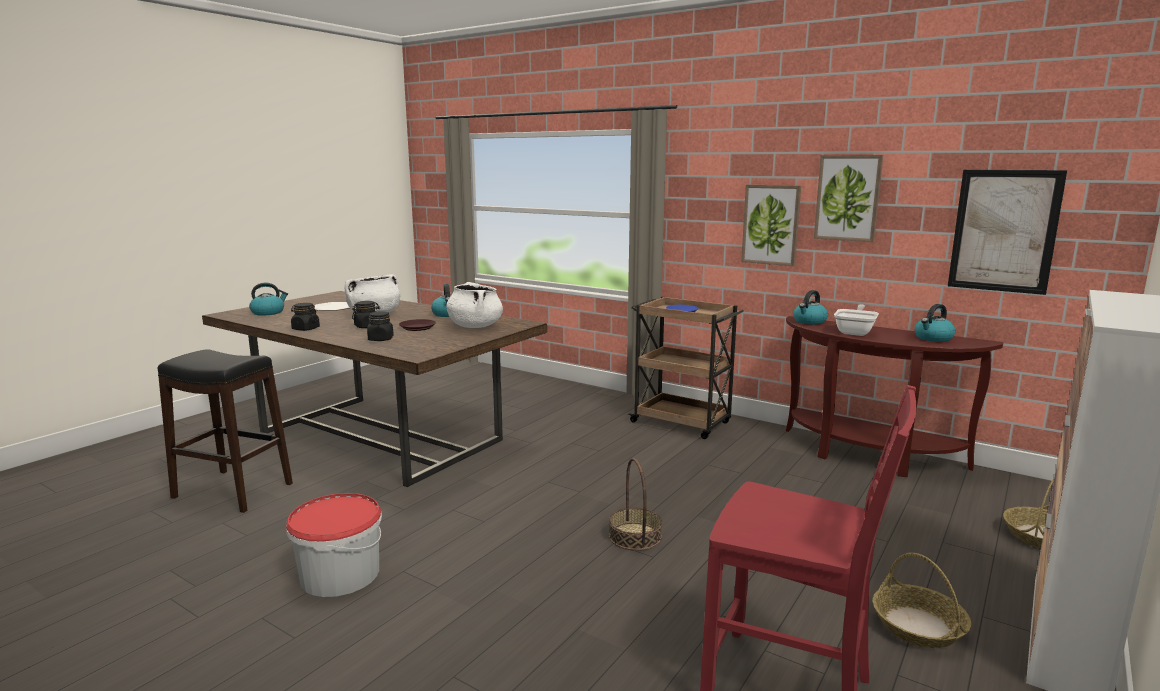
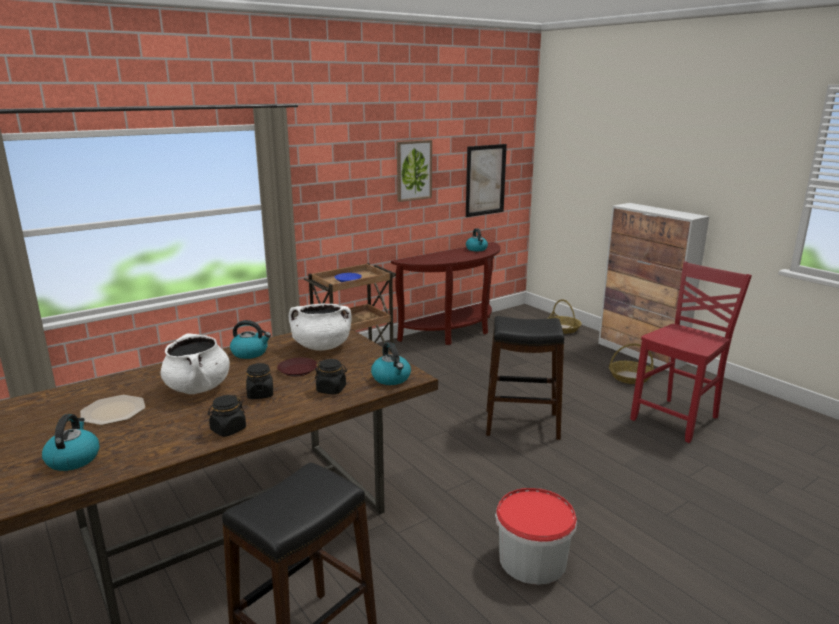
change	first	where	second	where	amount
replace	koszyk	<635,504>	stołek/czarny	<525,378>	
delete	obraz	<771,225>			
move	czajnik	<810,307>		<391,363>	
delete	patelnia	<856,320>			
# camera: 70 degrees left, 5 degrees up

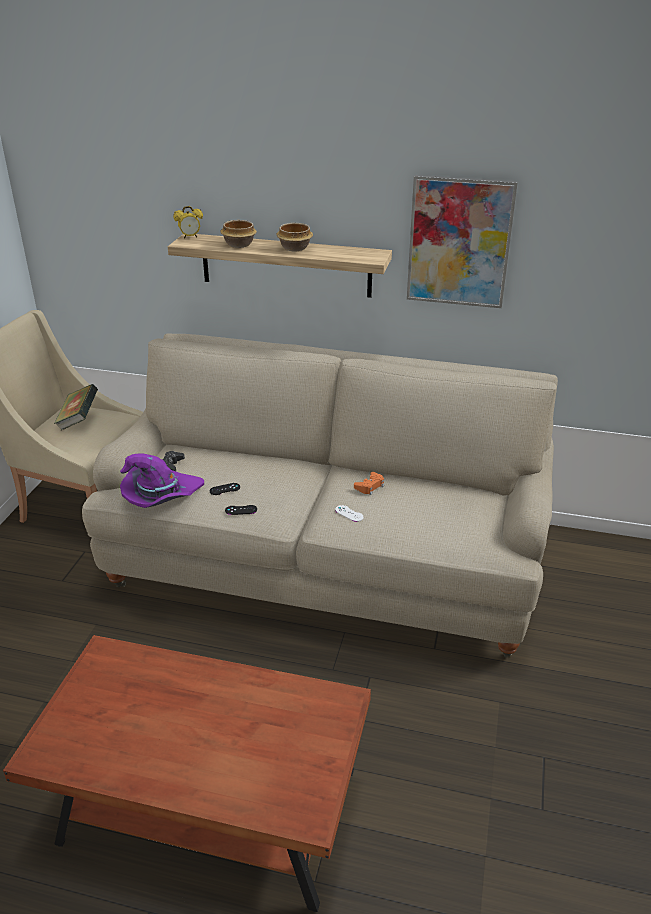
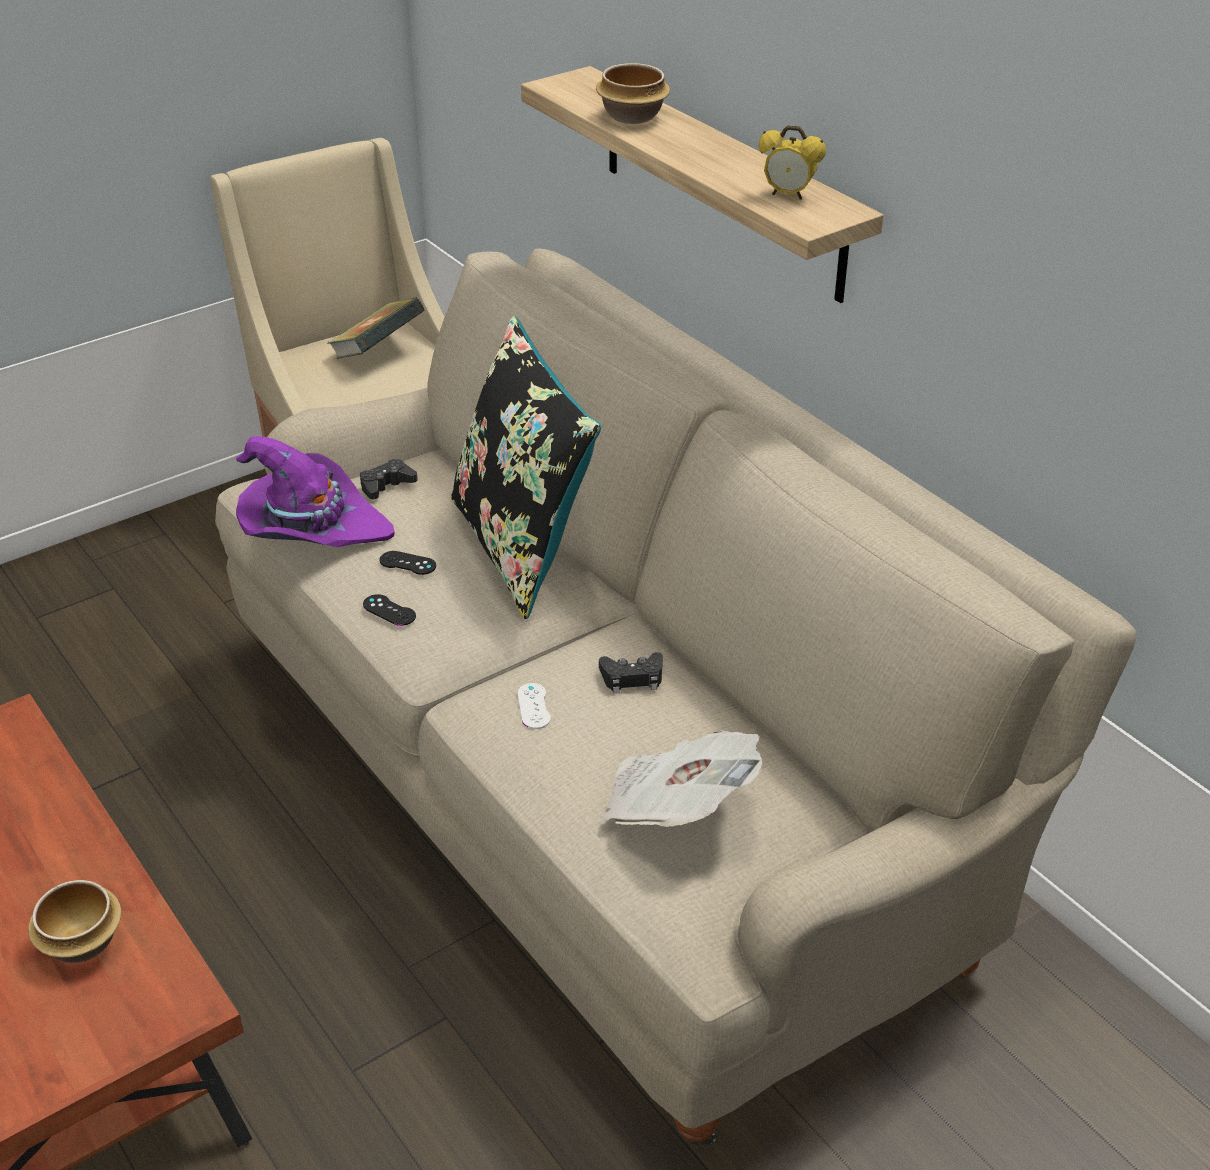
change	first	where	second	where	amount
move	budzik	<188,222>		<792,162>	
move	miska	<294,237>		<74,921>	
recolor	pad do gier/pomarańczowy	<369,483>	pad do gier/czarny	<631,672>	
delete	obraz	<462,241>			
insert			poduszka/czarny	<526,467>	
insert			gazeta	<682,778>	
# camera: 40 degrees right, 5 degrees up

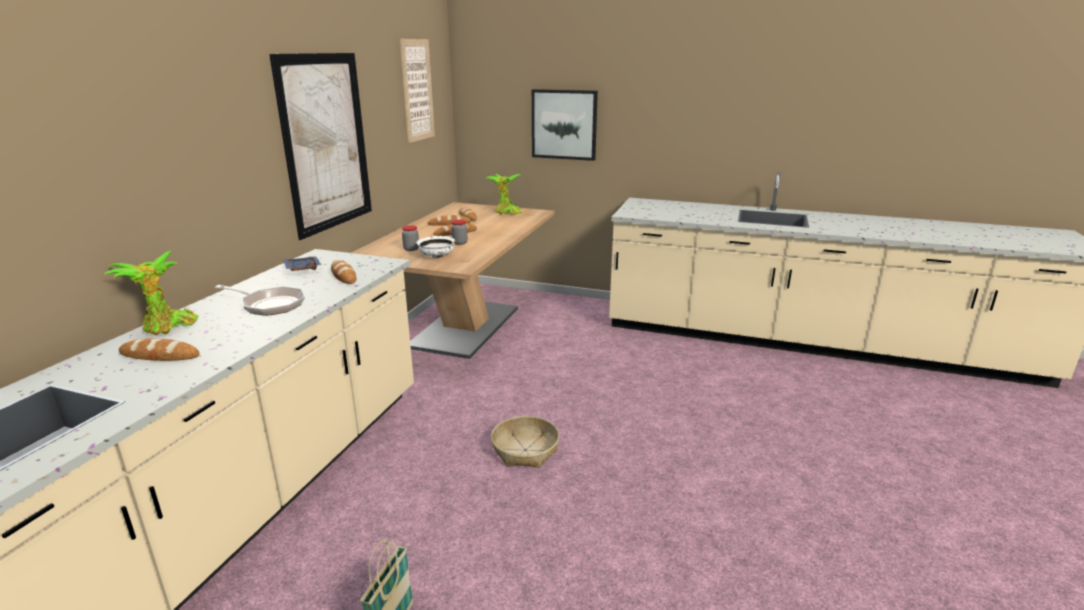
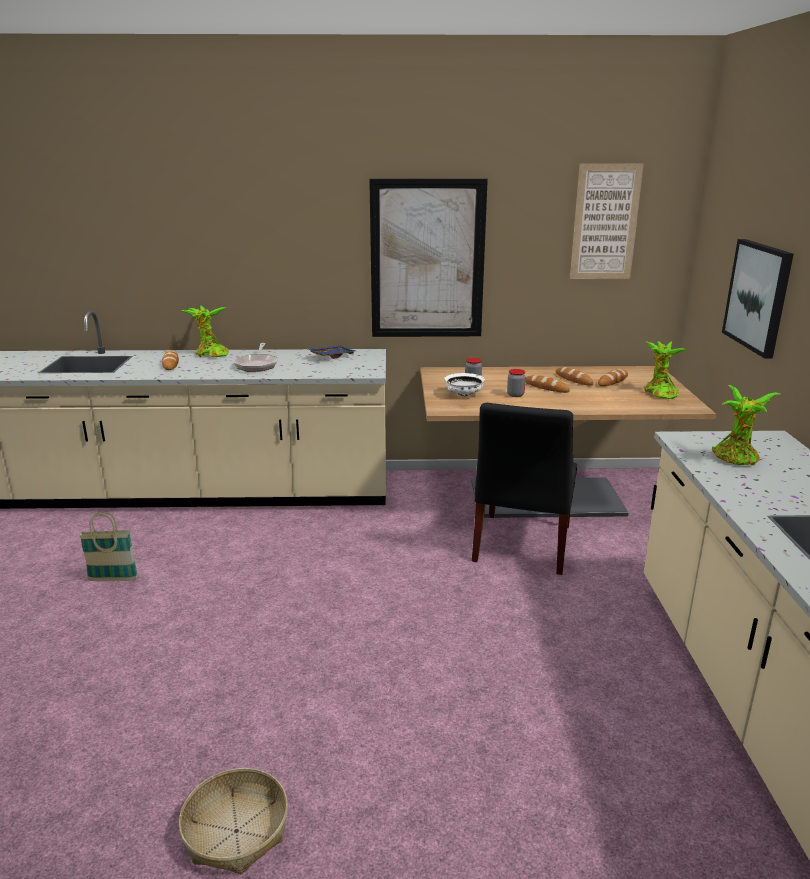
change	first	where	second	where	amount
delete	chleb	<343,272>			
move	koszyk	<525,442>		<233,821>	
insert			krzesło/czarny	<524,489>	
insert			roślina doniczkowa	<746,425>	
# camera: 70 degrees right, 0 degrees up

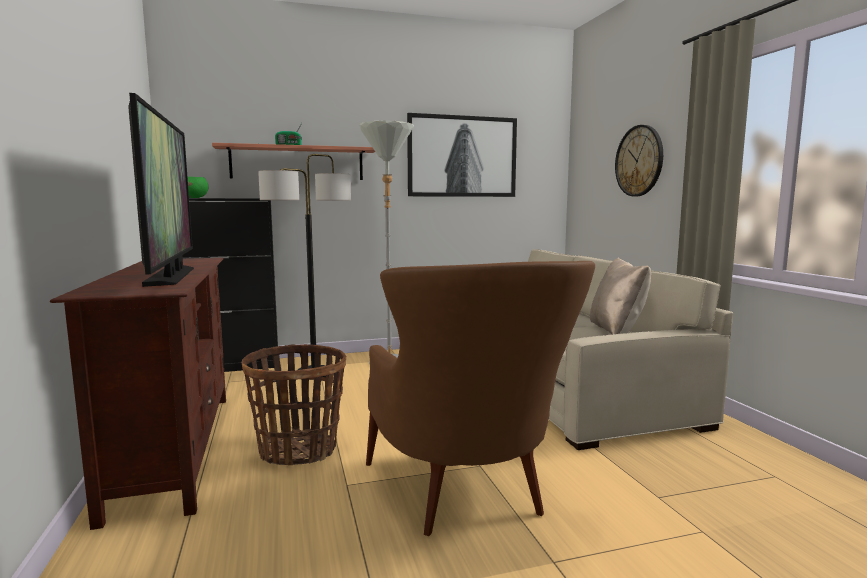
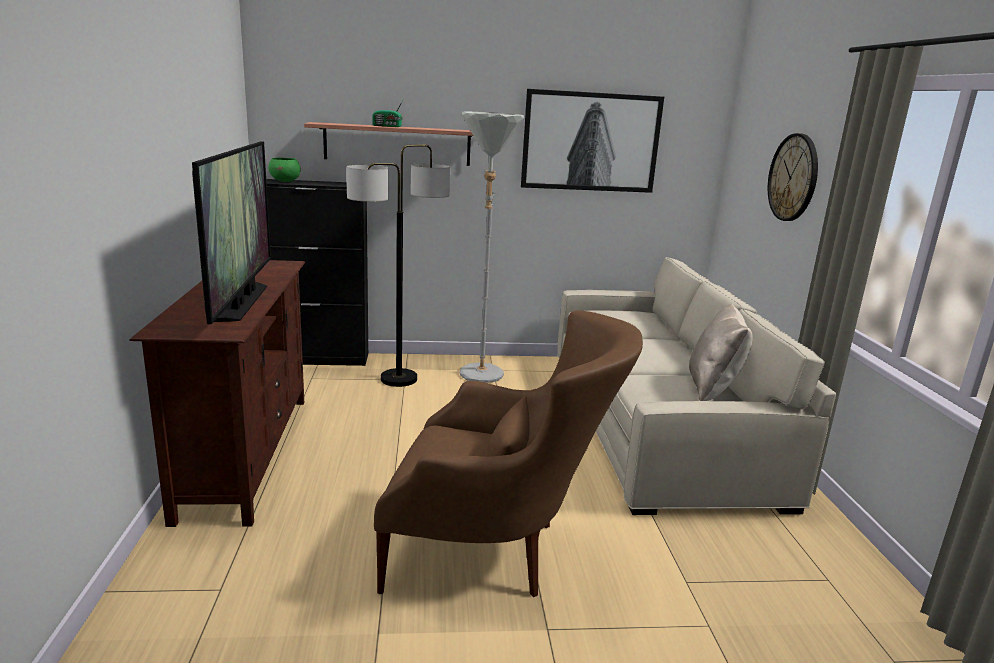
change	first	where	second	where	amount
delete	koszyk	<294,404>			
rotate	fotel/brązowy	<480,398>		<508,453>	75 degrees counterclockwise
# camera: 10 degrees right, 10 degrees up

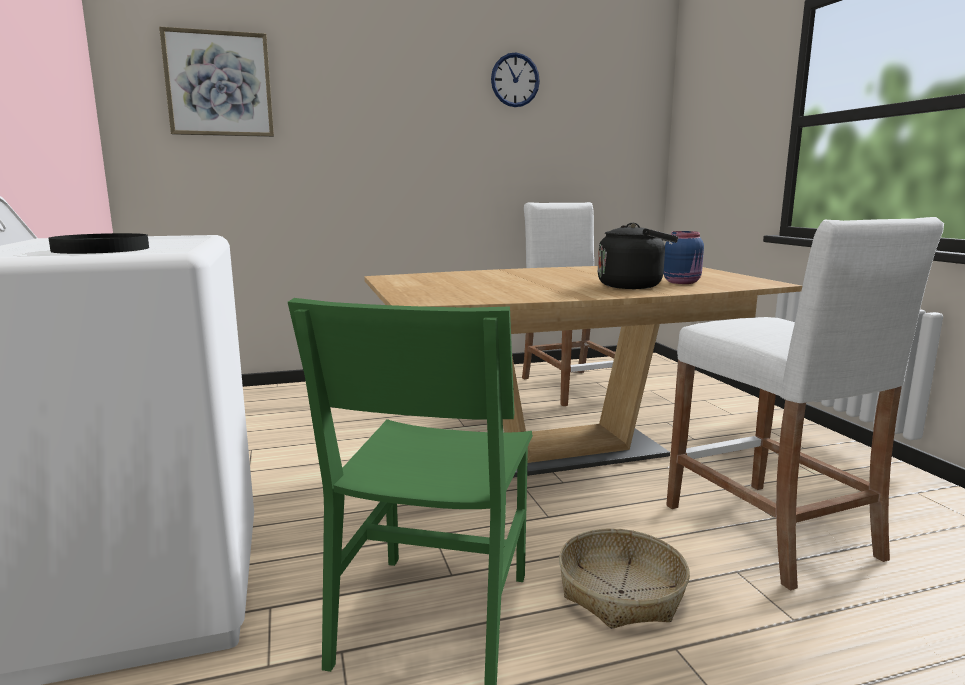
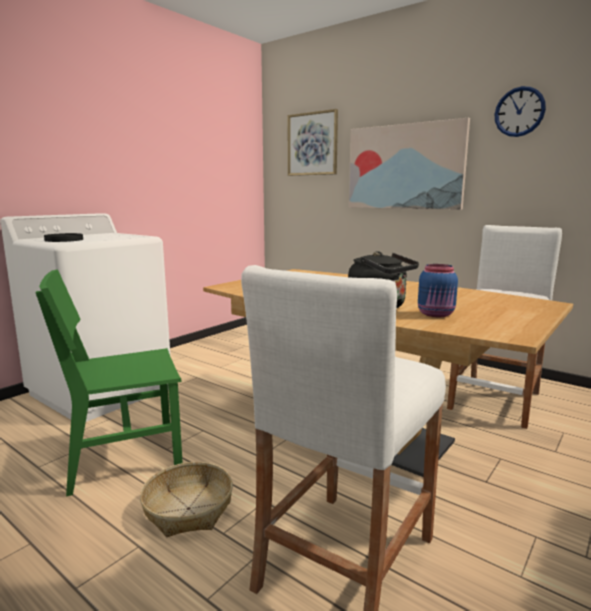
change	first	where	second	where	amount
insert			obraz	<409,164>	
# camera: 55 degrees right, 0 degrees up

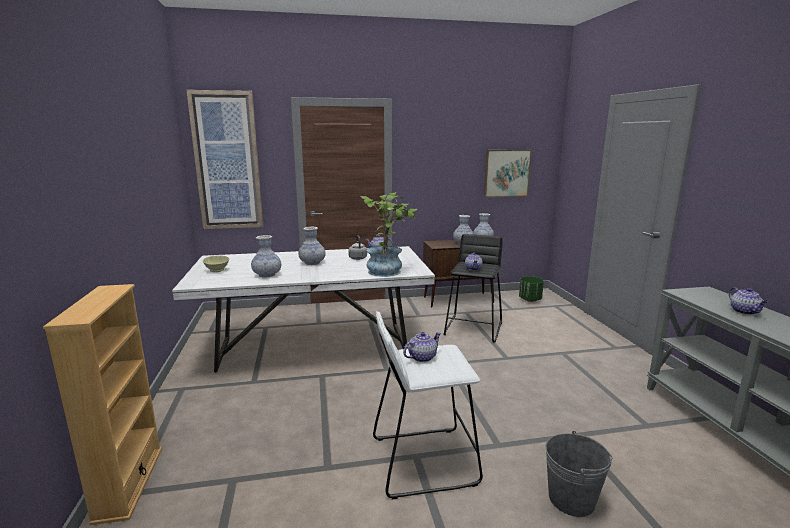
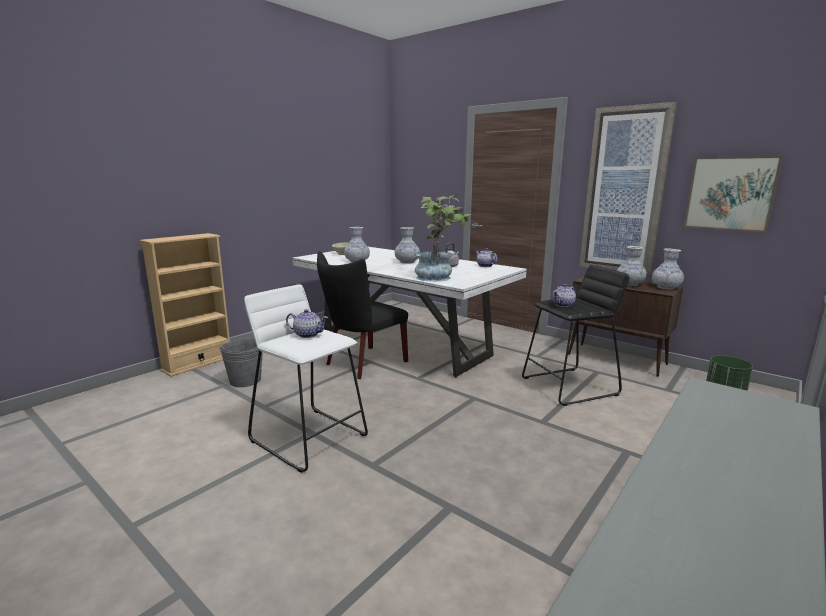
change	first	where	second	where	amount
move	obraz	<224,159>		<628,189>	
move	wiadro/szary	<579,474>		<241,363>	
delete	imbryk	<748,301>			
insert			krzesło/czarny	<362,315>	
# camera: 50 degrees right, 0 degrees up

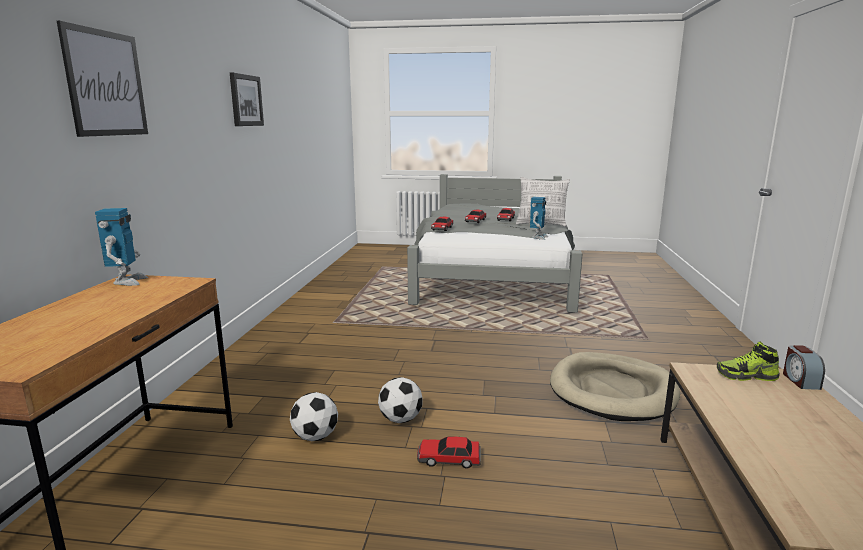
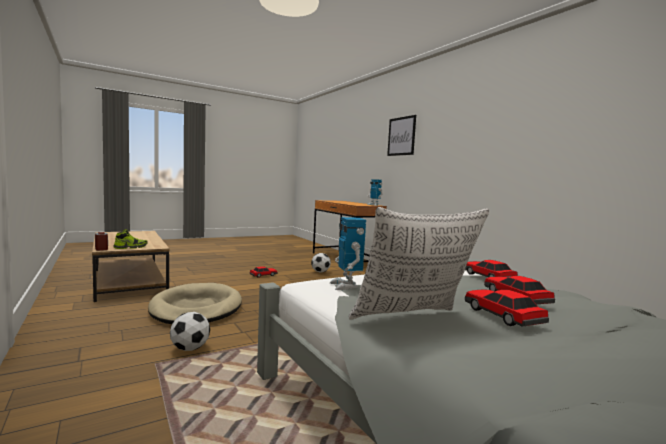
change	first	where	second	where	amount
delete	obraz	<247,99>			
move	piłka futbolowa	<400,400>		<190,331>	
# camera: 140 degrees right, 10 degrees down

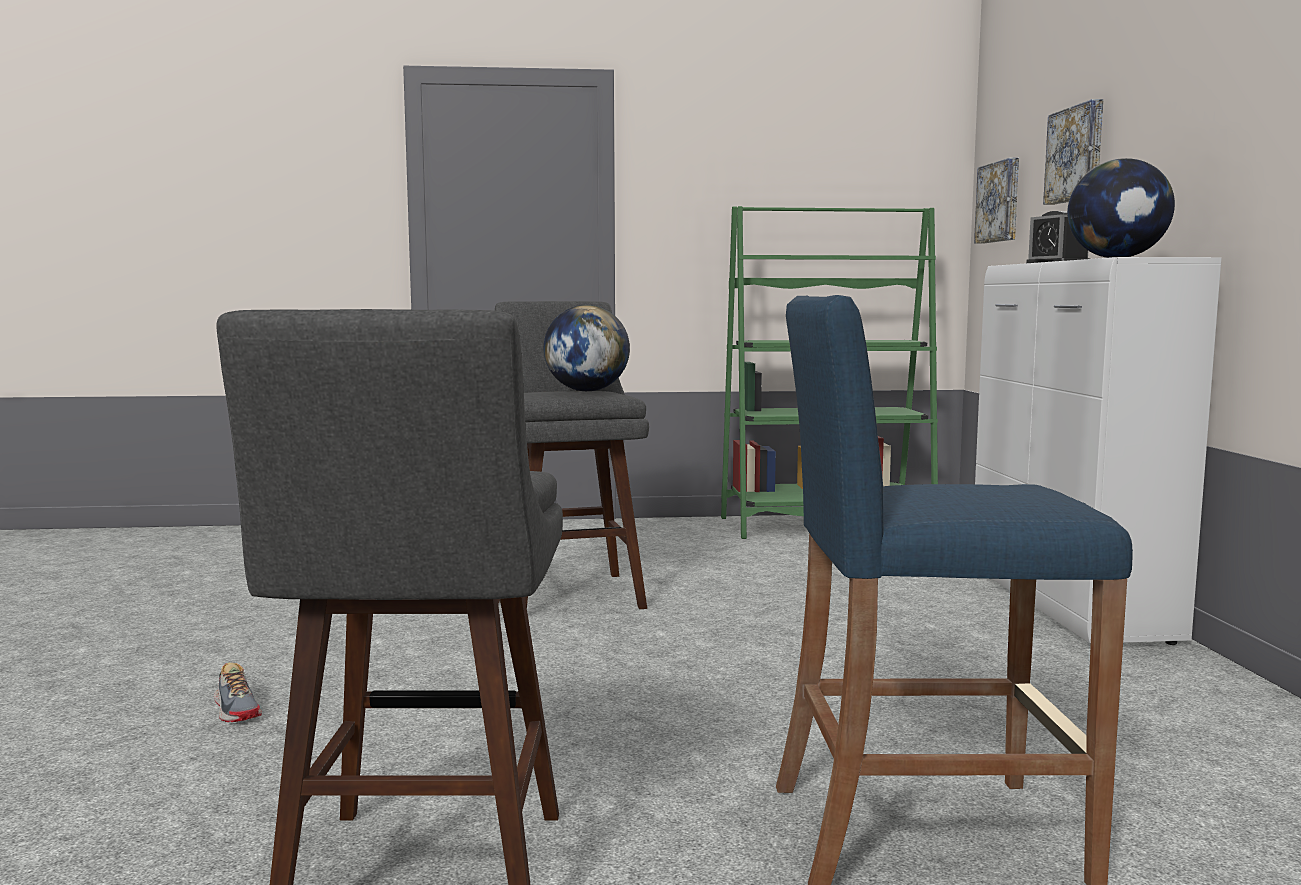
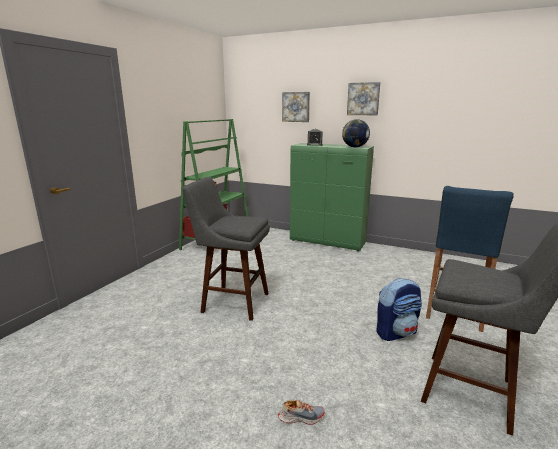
change	first	where	second	where	amount
delete	globus	<587,348>			
move	obraz	<996,201>		<363,98>	
recolor	szafka/biały	<1098,451>	szafka/zielony	<332,197>	
insert			plecak	<399,309>	
# camera: 60 degrees left, 10 degrees up

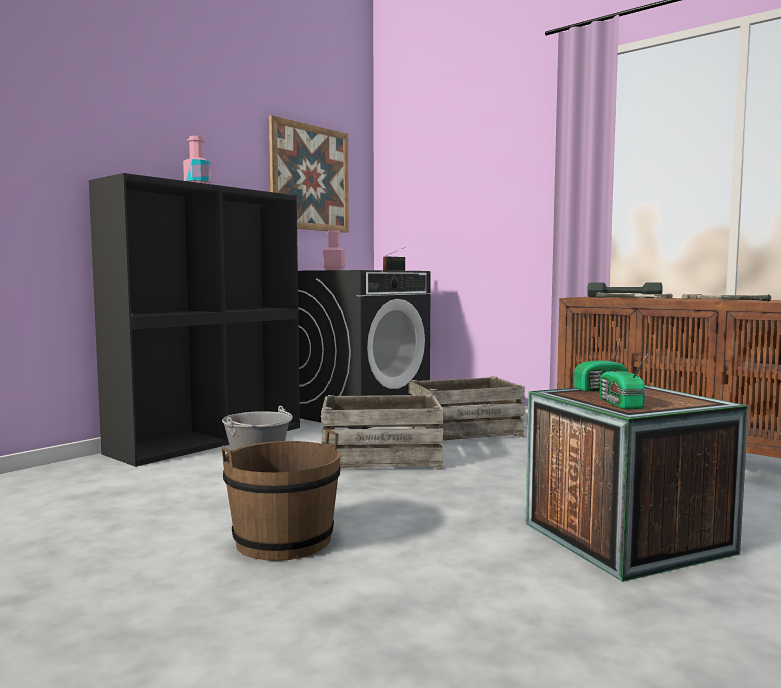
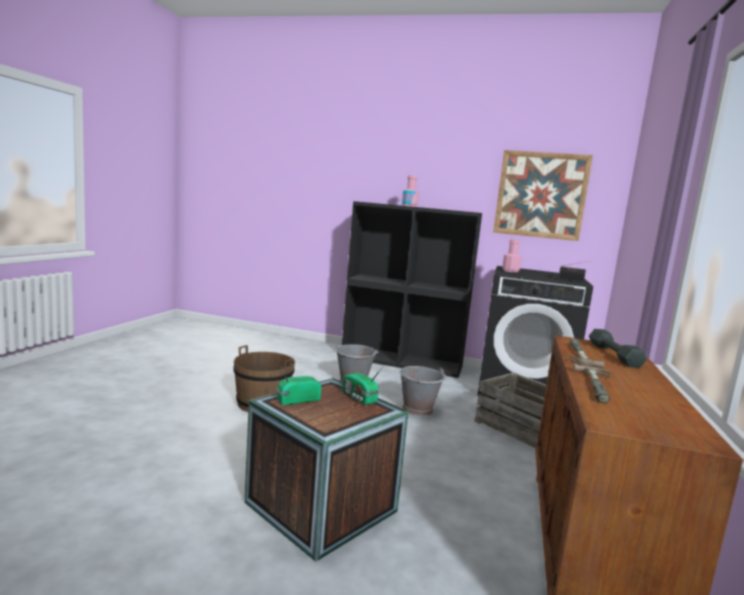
change	first	where	second	where	amount
replace	skrzynka	<382,432>	wiadro/szary	<423,391>	
# camera: 65 degrees right, 5 degrees up

